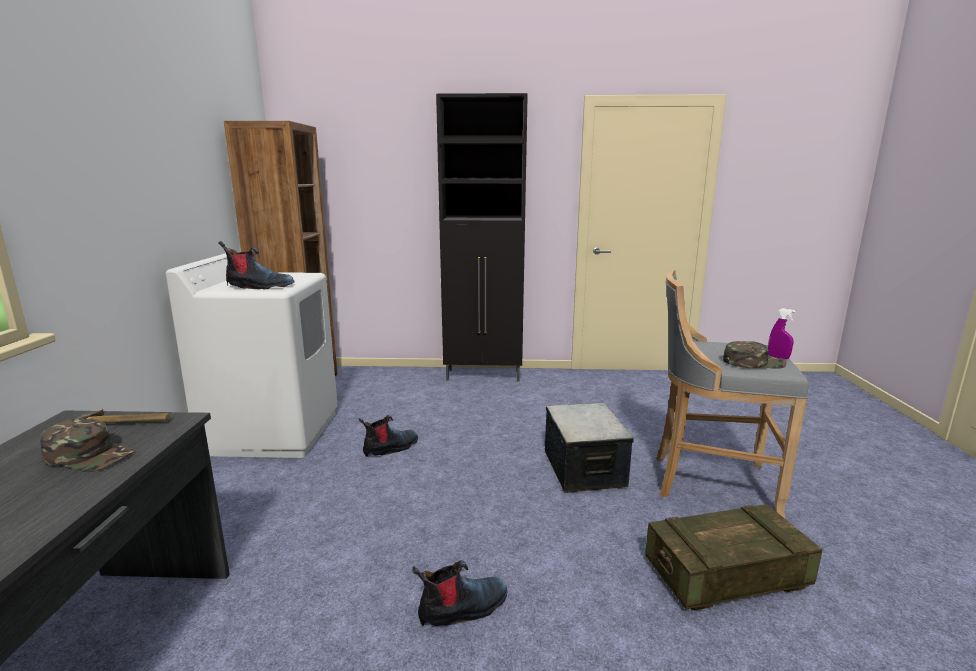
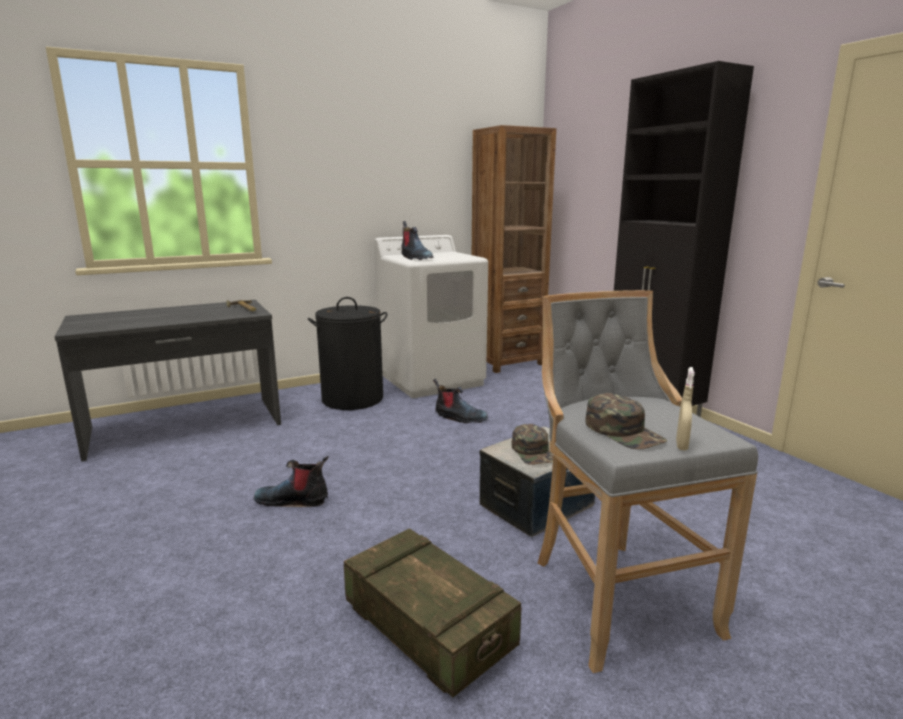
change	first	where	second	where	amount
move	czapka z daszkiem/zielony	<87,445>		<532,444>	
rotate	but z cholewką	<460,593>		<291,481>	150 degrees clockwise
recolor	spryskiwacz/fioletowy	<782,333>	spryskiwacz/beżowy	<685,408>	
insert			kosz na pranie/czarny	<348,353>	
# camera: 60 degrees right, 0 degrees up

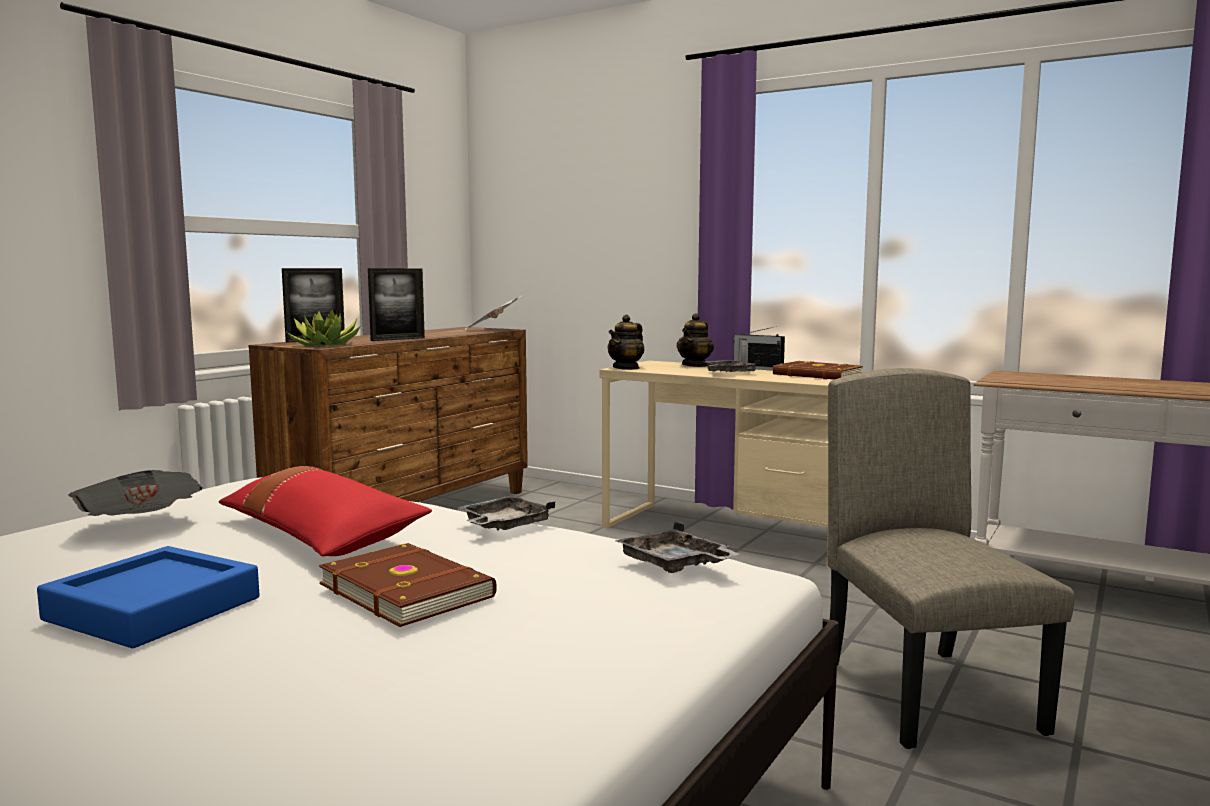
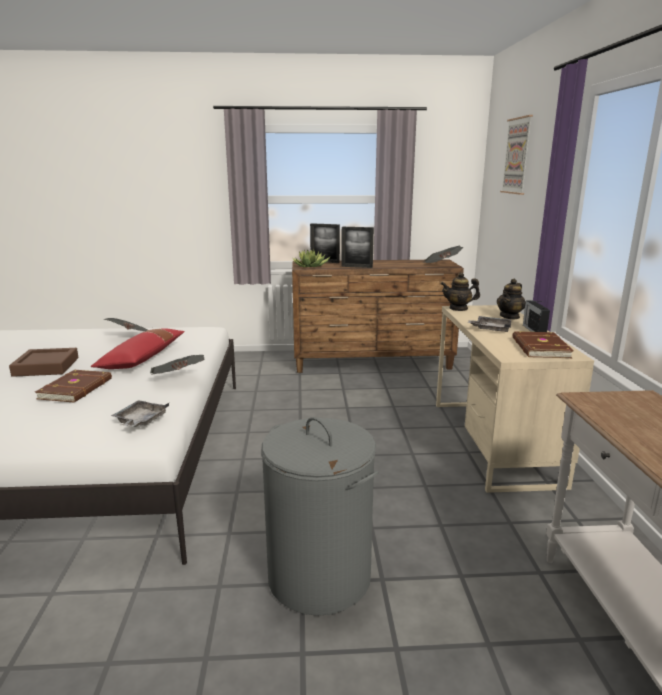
change	first	where	second	where	amount
recolor	taca/niebieski	<148,597>	taca/brązowy	<43,362>	
replace	taca/szary	<506,513>	gazeta	<177,364>	
rotate	imbryk	<695,340>		<511,299>	45 degrees counterclockwise
replace	krzesło/beżowy	<951,558>	kosz na pranie/szary	<320,516>	
insert			obraz	<516,155>	
# camera: 55 degrees right, 10 degrees up

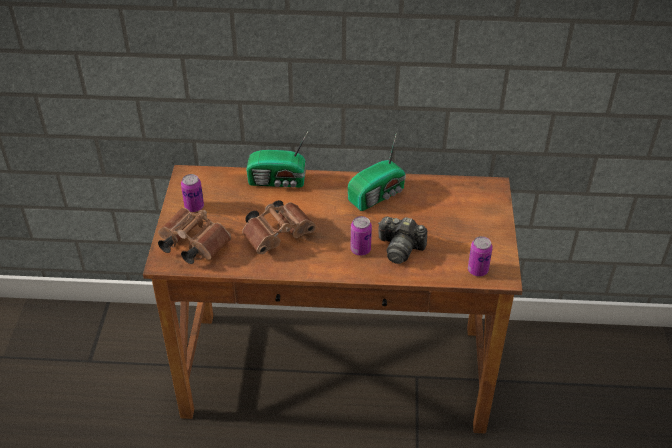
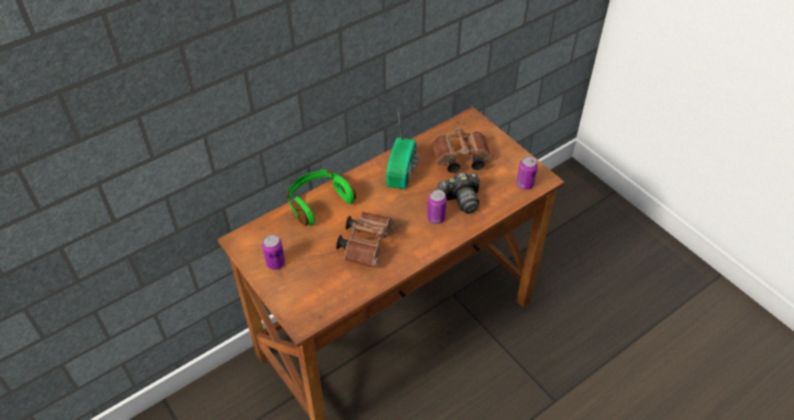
change	first	where	second	where	amount
move	lornetka/brązowy	<194,236>		<461,150>	
replace	radio	<277,159>	słuchawki/zielony	<321,197>	
# camera: 40 degrees left, 5 degrees up

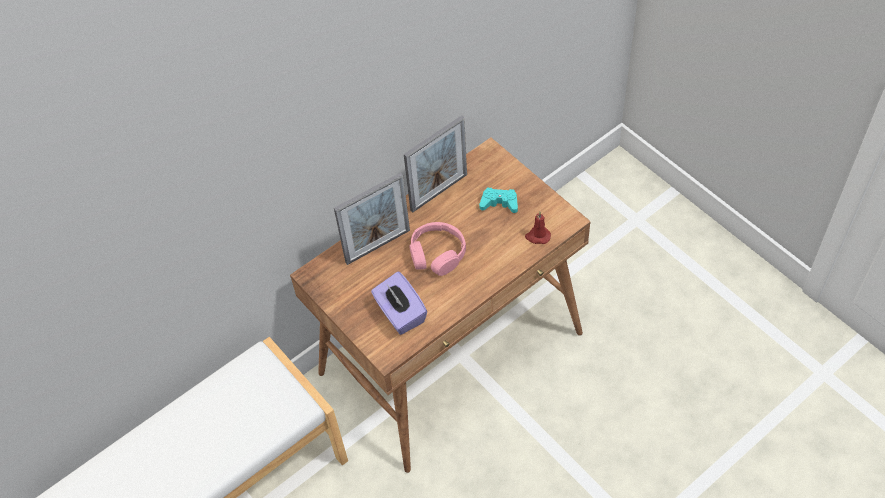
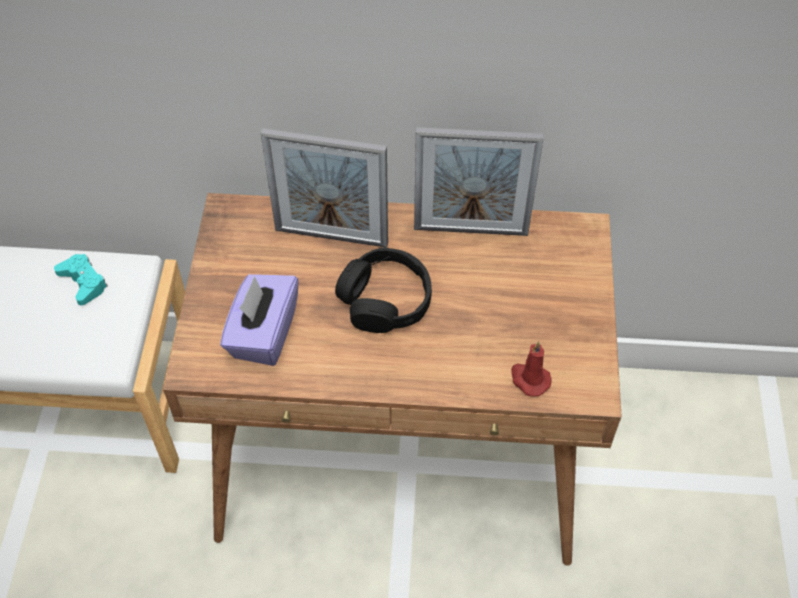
change	first	where	second	where	amount
recolor	słuchawki/różowy	<437,249>	słuchawki/czarny	<383,290>	
move	pad do gier/turkusowy	<498,200>		<81,279>	
# camera: 40 degrees right, 0 degrees up

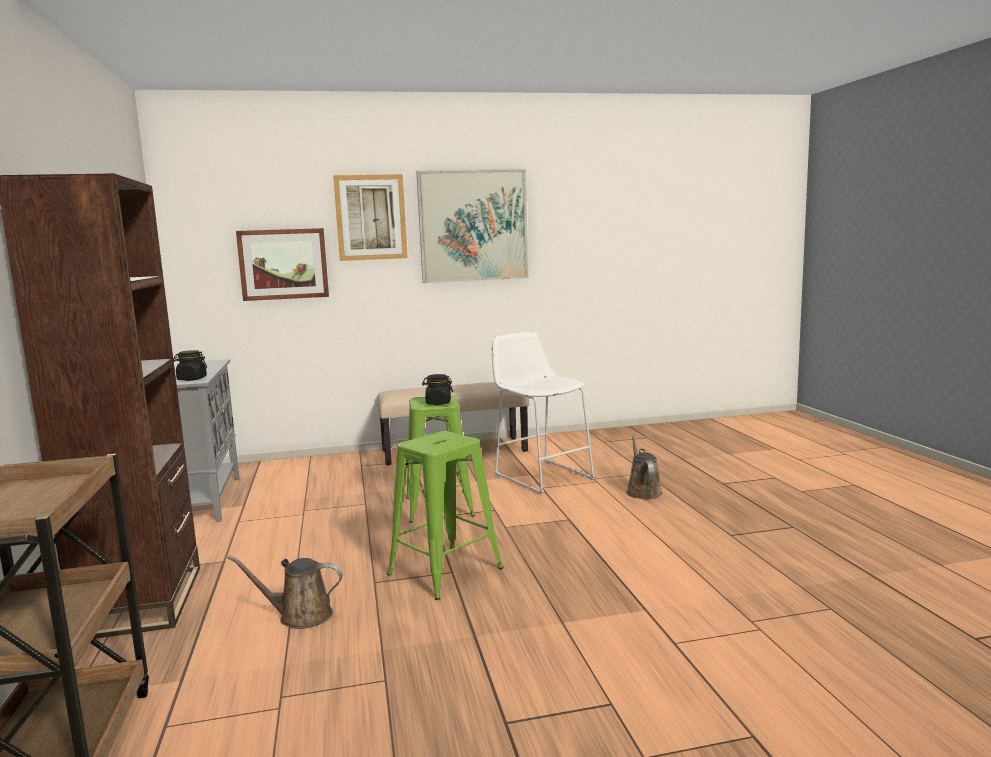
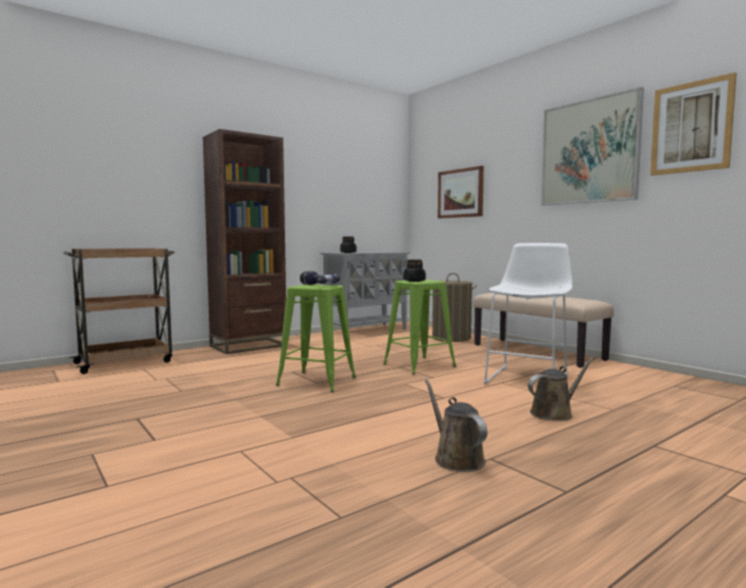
change	first	where	second	where	amount
move	konewka/brązowy	<285,592>		<456,425>	
move	obraz	<370,217>		<693,124>	
insert			wiertarka	<320,278>	
insert			kosz na pranie	<454,307>	
# camera: 65 degrees right, 5 degrees down

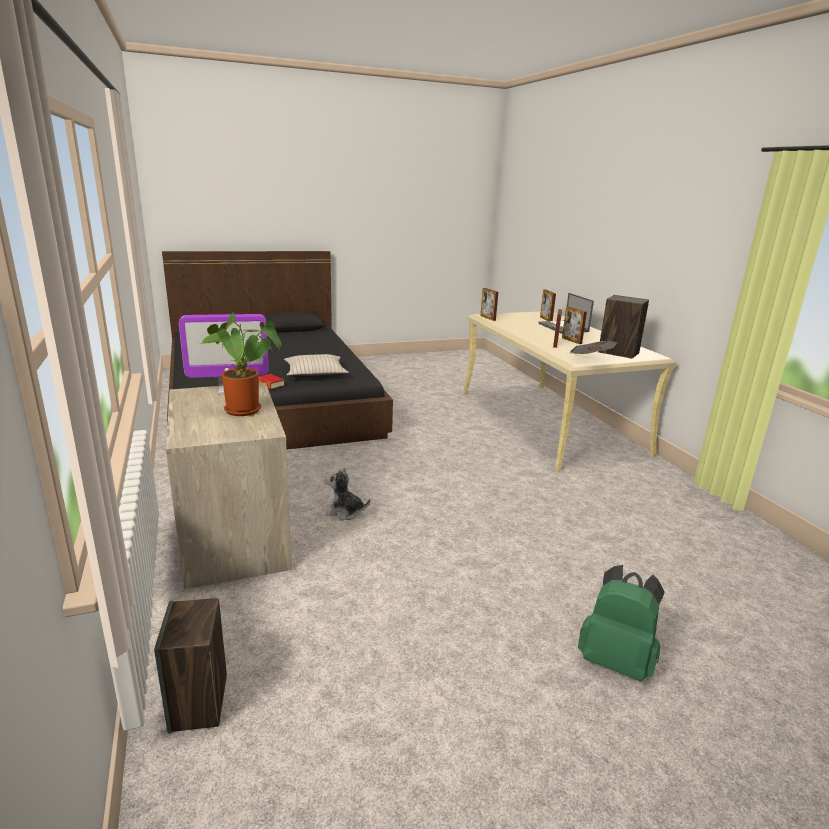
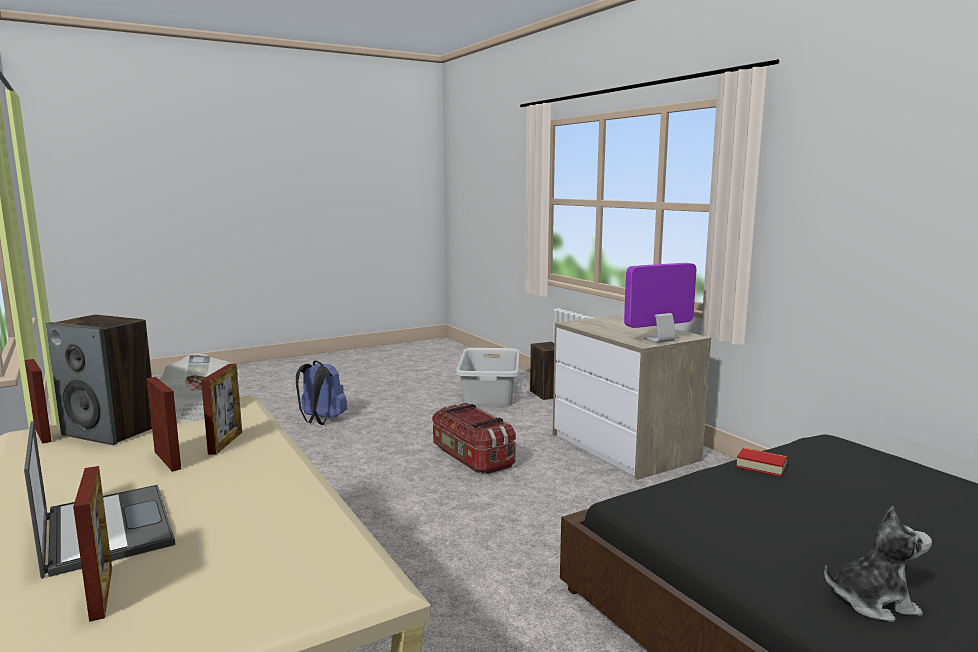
change	first	where	second	where	amount
delete	roślina doniczkowa	<240,364>			
delete	poduszka/beżowy	<316,366>			
move	pluszak	<347,494>		<878,564>	
move	ramka na zdjęcie	<490,304>		<38,401>	
recolor	plecak/zielony	<621,623>	plecak/niebieski	<321,392>	
insert			pojemnik do przechowywania	<474,438>	
insert			kosz na pranie/szary	<488,377>	
# camera: 170 degrees right, 10 degrees down

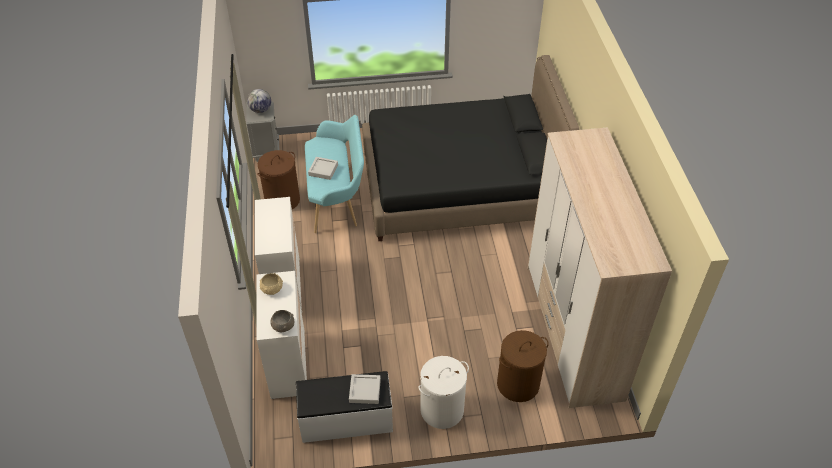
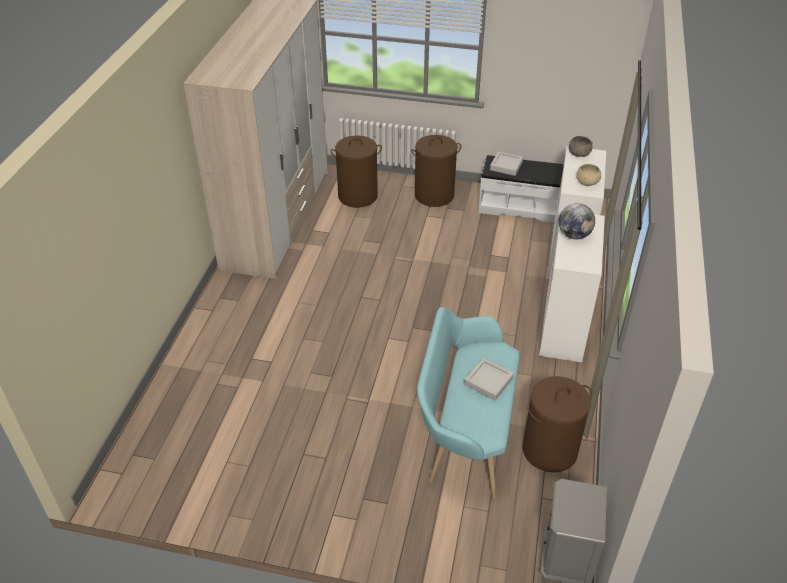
change	first	where	second	where	amount
move	globus	<259,101>		<577,221>	
delete	łóżko/czarny	<470,148>			
recolor	kosz na pranie/biały	<443,392>	kosz na pranie/brązowy	<436,171>	
# camera: 160 degrees left, 5 degrees down

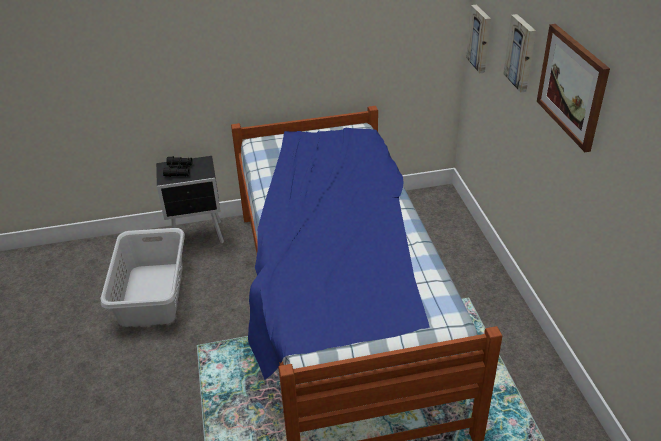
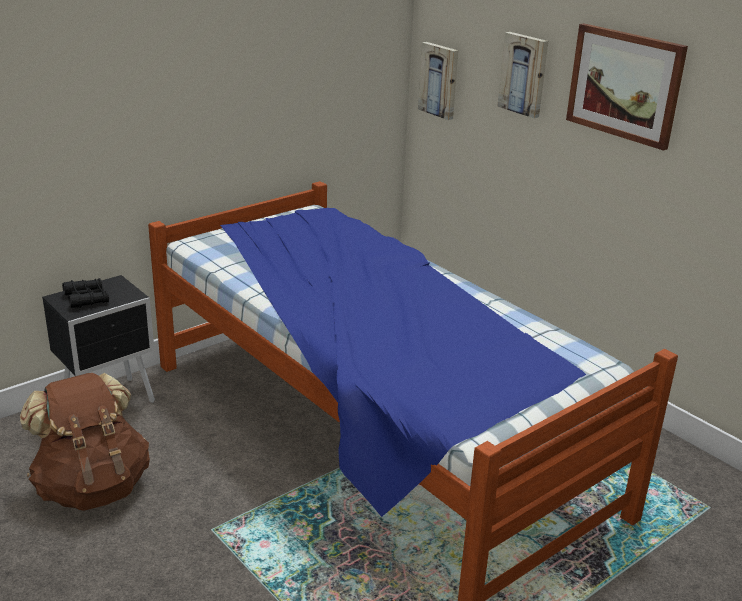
change	first	where	second	where	amount
replace	kosz na pranie/szary	<142,277>	plecak/brązowy	<85,442>	
# camera: 30 degrees left, 10 degrees down

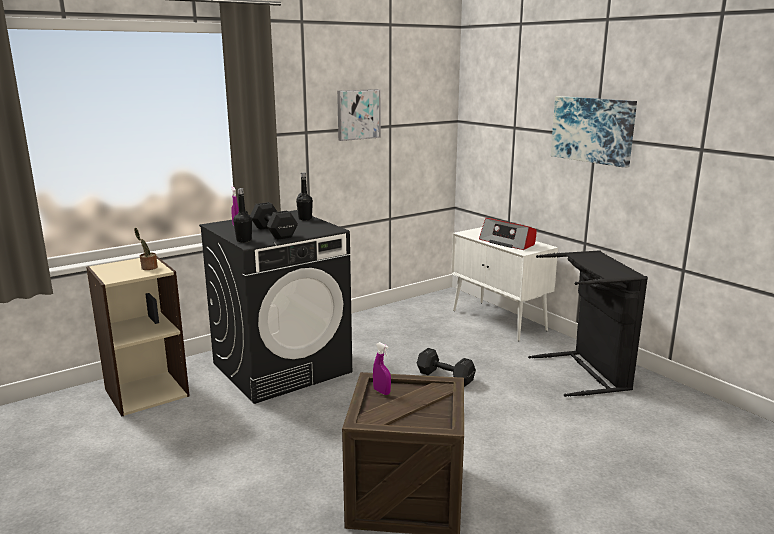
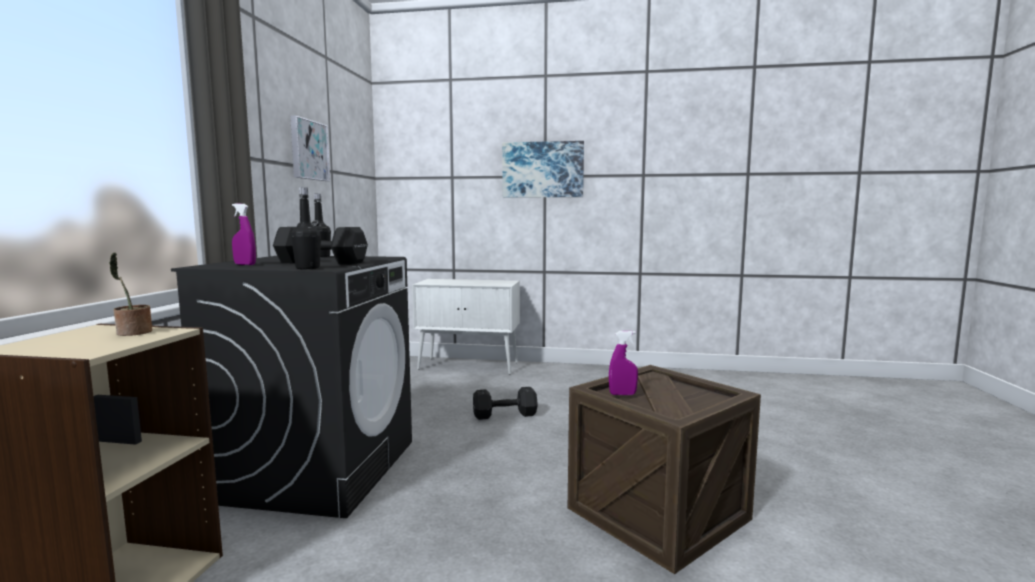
change	first	where	second	where	amount
delete	radio	<508,234>			
delete	kosz na pranie/czarny	<588,323>			
# camera: 45 degrees left, 10 degrees down

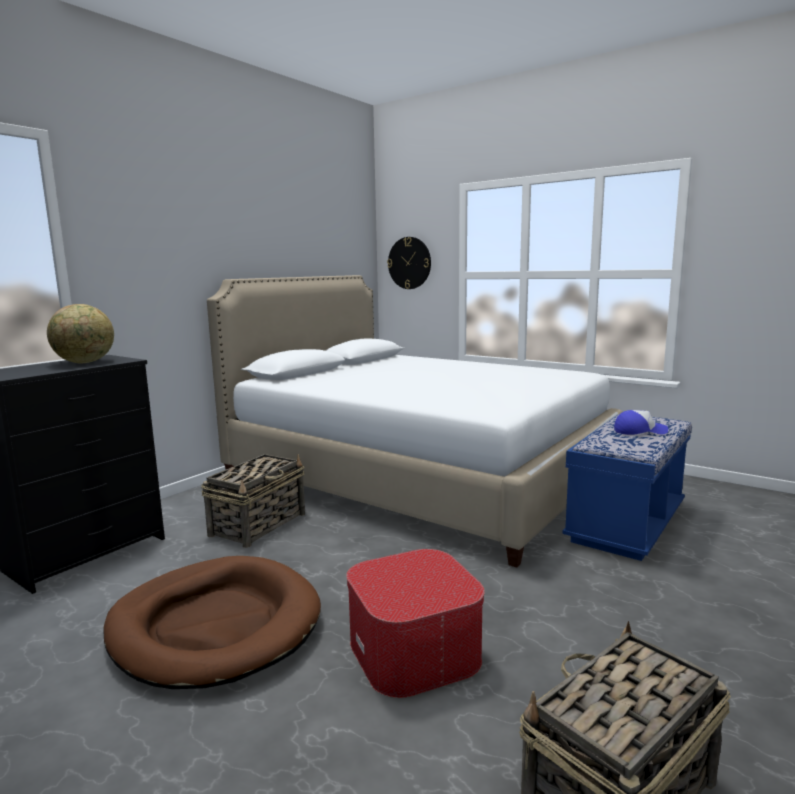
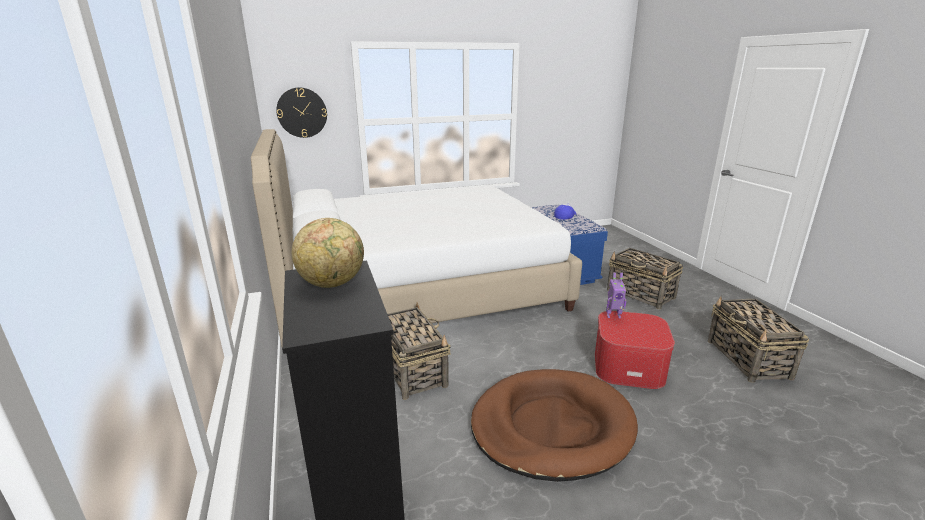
change	first	where	second	where	amount
insert			robot zabawkowy	<616,295>	
insert			koszyk	<645,278>	
# camera: 55 degrees left, 10 degrees up

